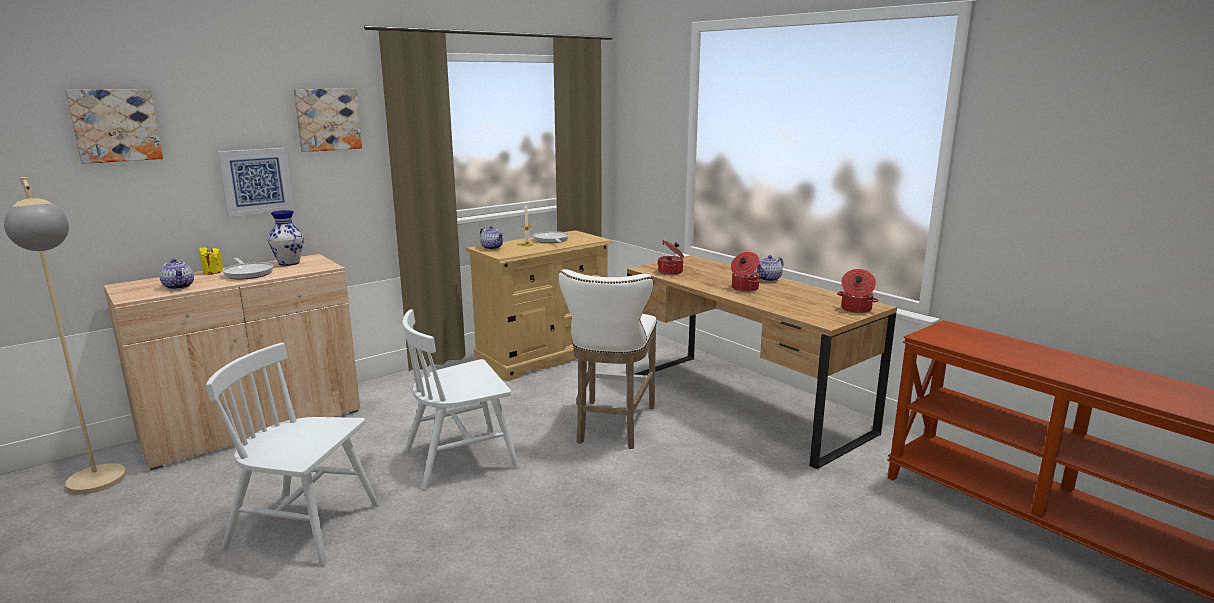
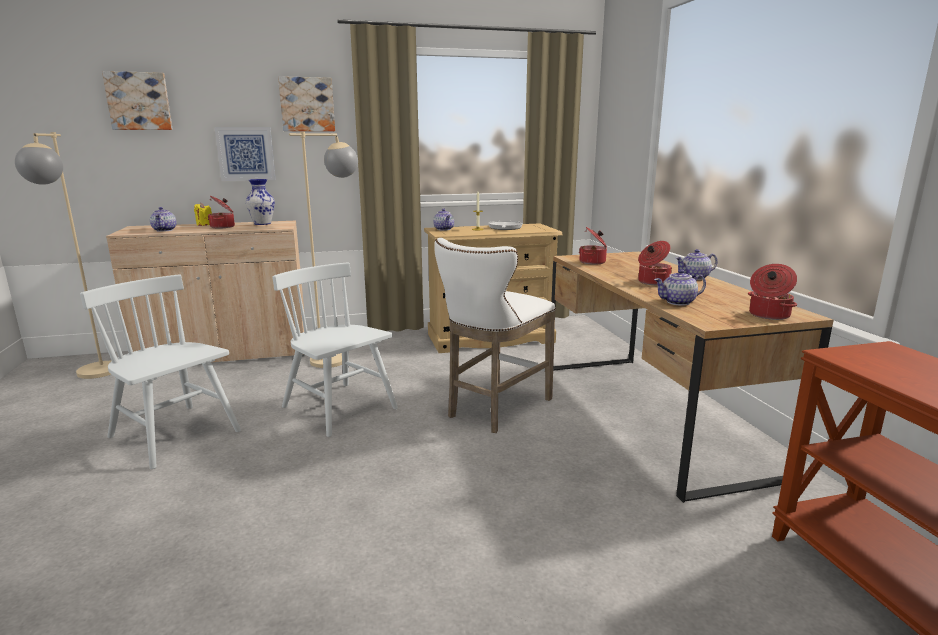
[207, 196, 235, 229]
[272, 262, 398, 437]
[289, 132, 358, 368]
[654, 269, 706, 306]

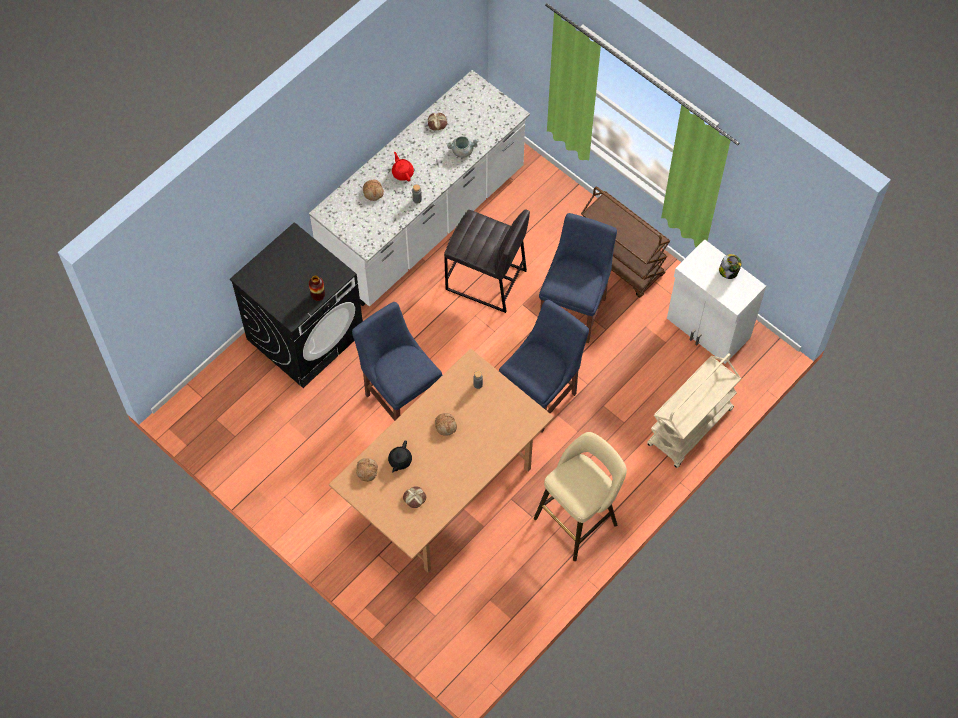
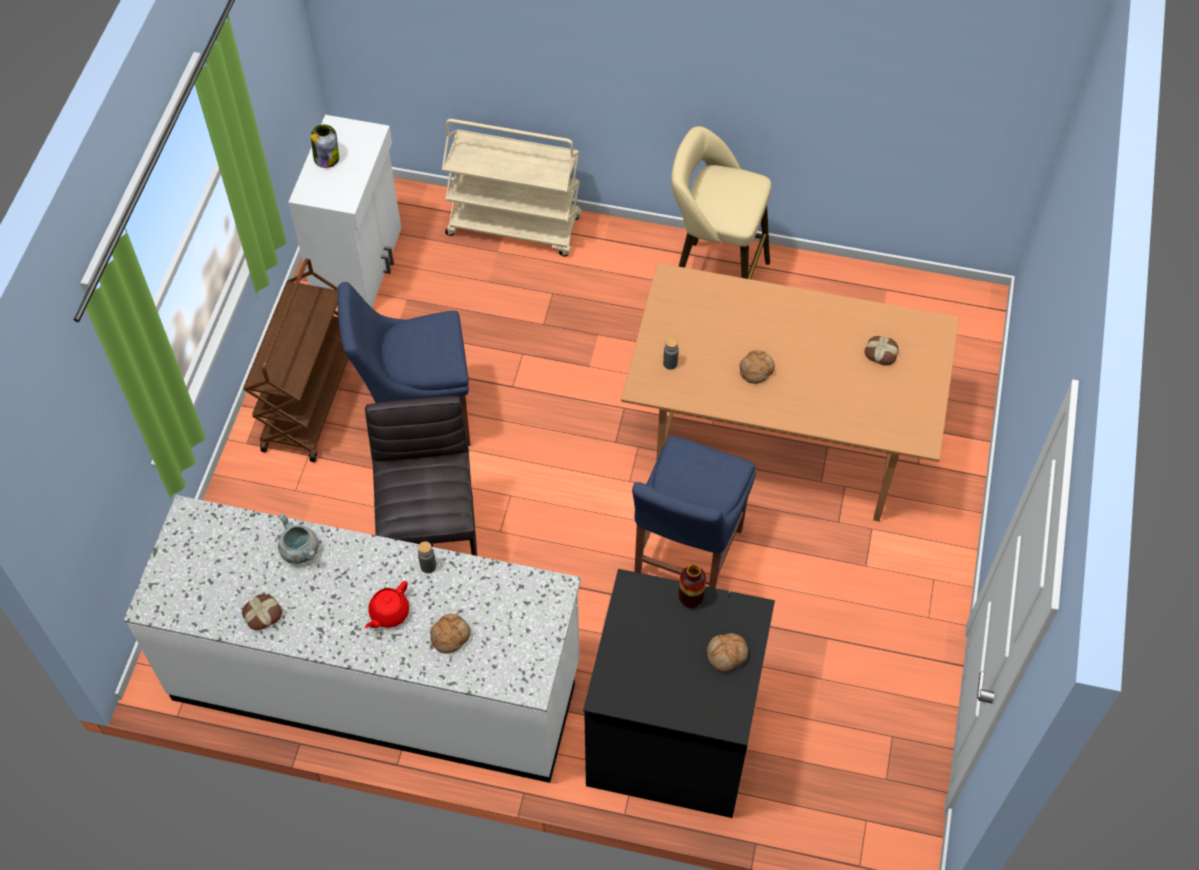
[499, 300, 589, 432] (first image)
[388, 440, 412, 472] (first image)
[707, 633, 748, 672]

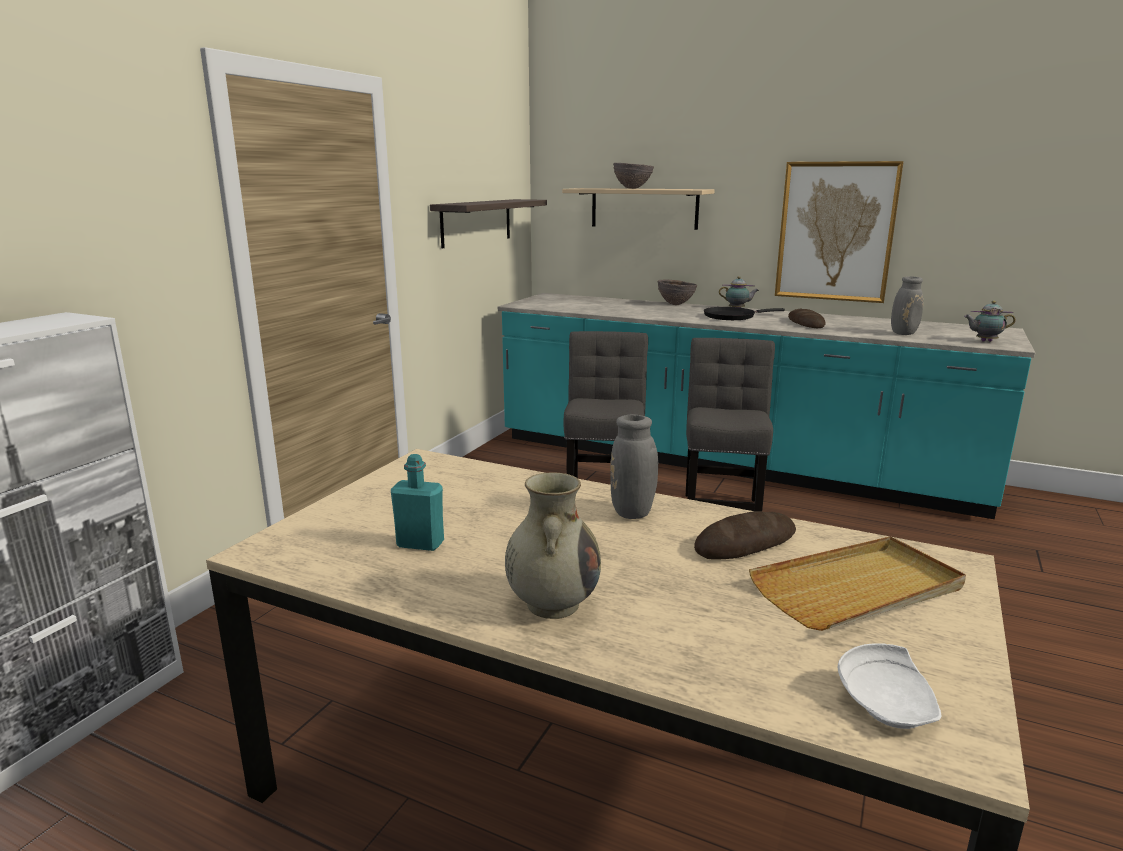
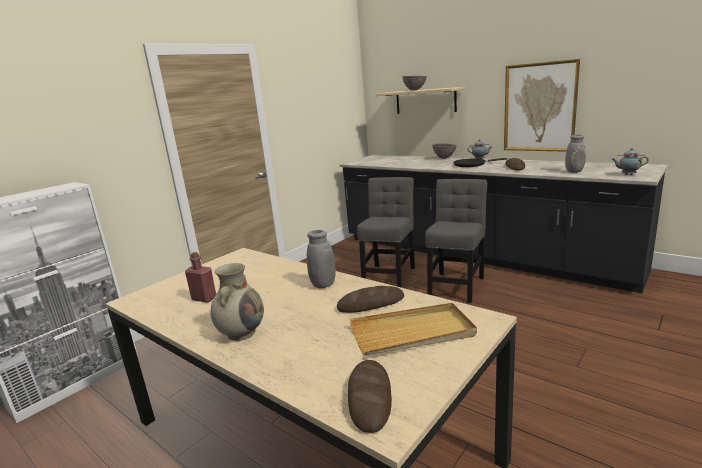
[430, 199, 547, 249] (first image)
[340, 155, 667, 293]
[185, 252, 216, 303]
[348, 360, 392, 433]

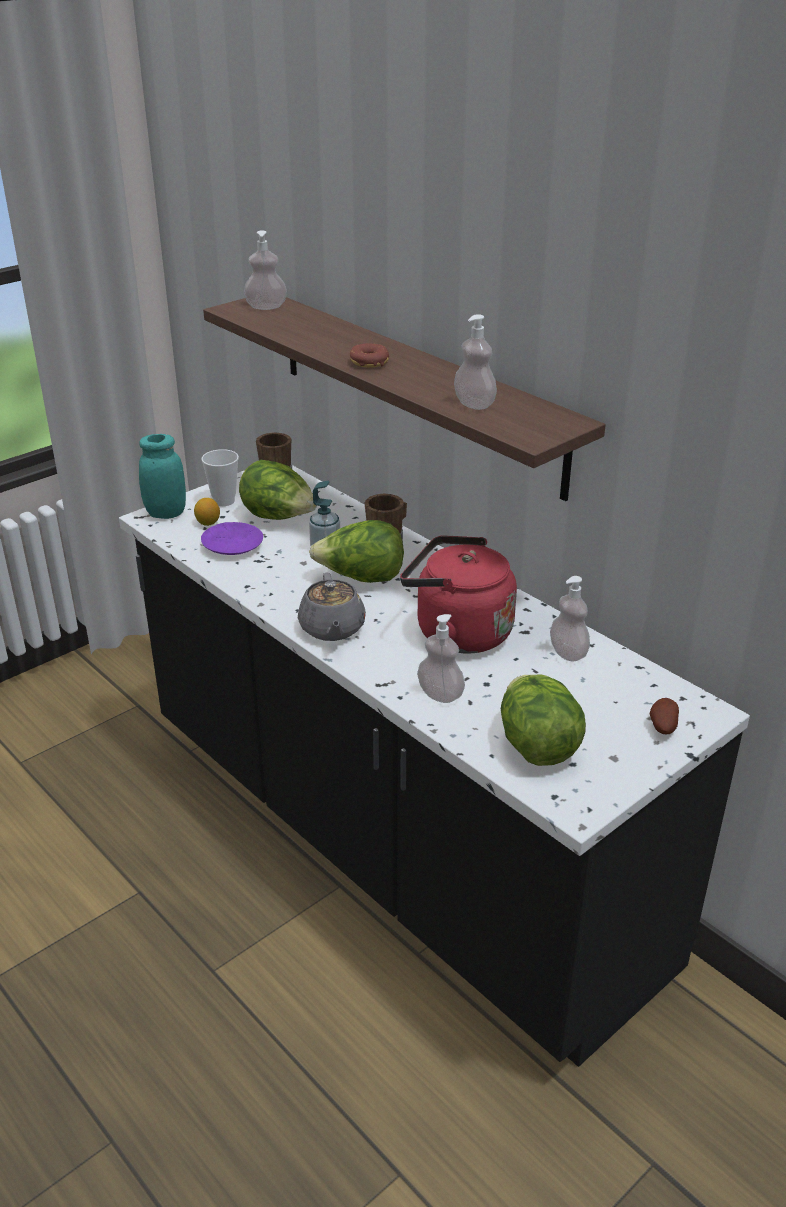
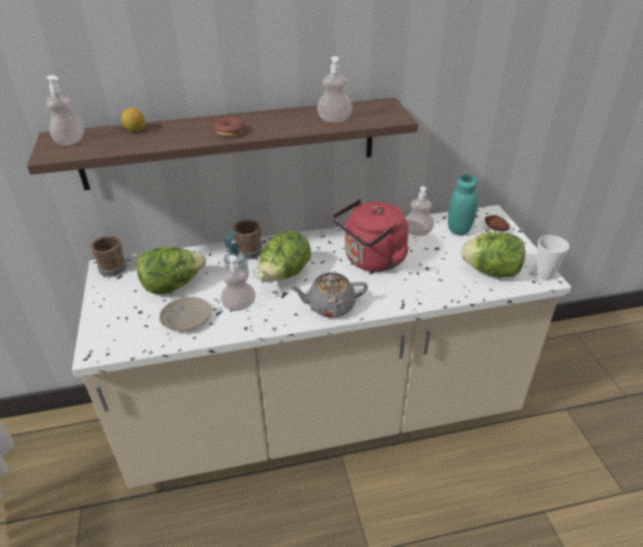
[448, 174, 478, 236]
[535, 235, 569, 280]
[72, 205, 571, 488]
[122, 108, 145, 132]
[159, 297, 211, 331]
[290, 273, 368, 317]
[221, 255, 256, 311]

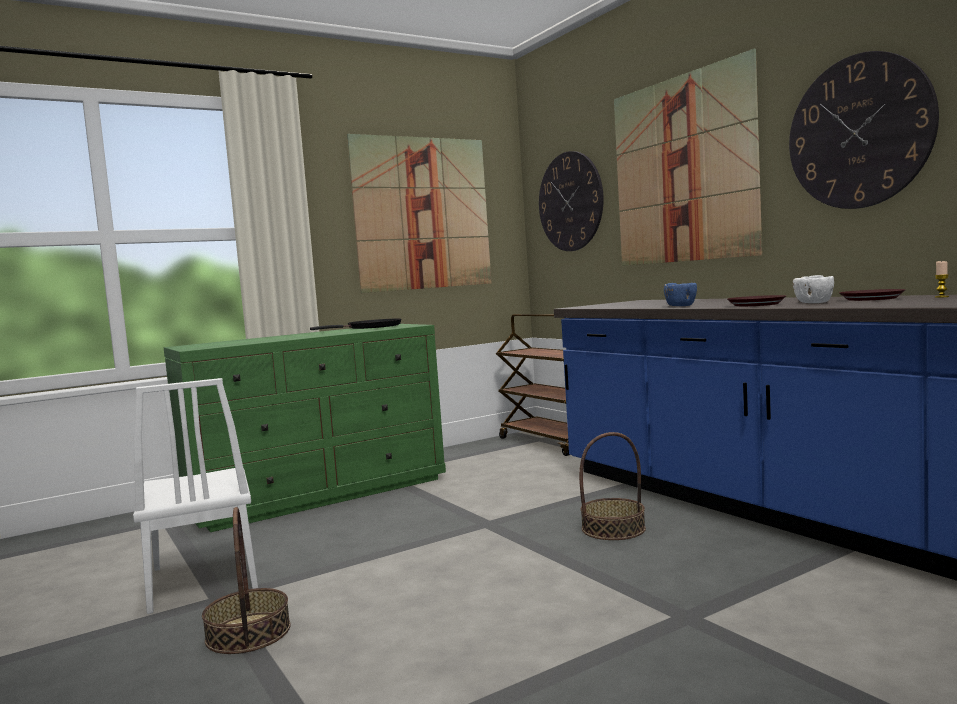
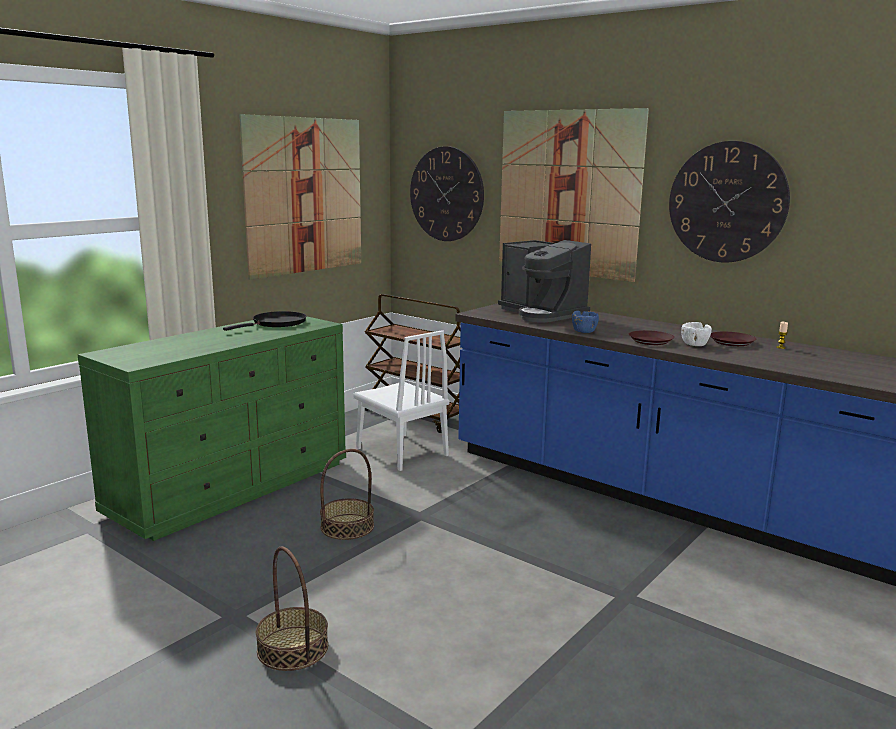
[353, 330, 449, 471]
[320, 449, 374, 540]
[498, 240, 591, 322]

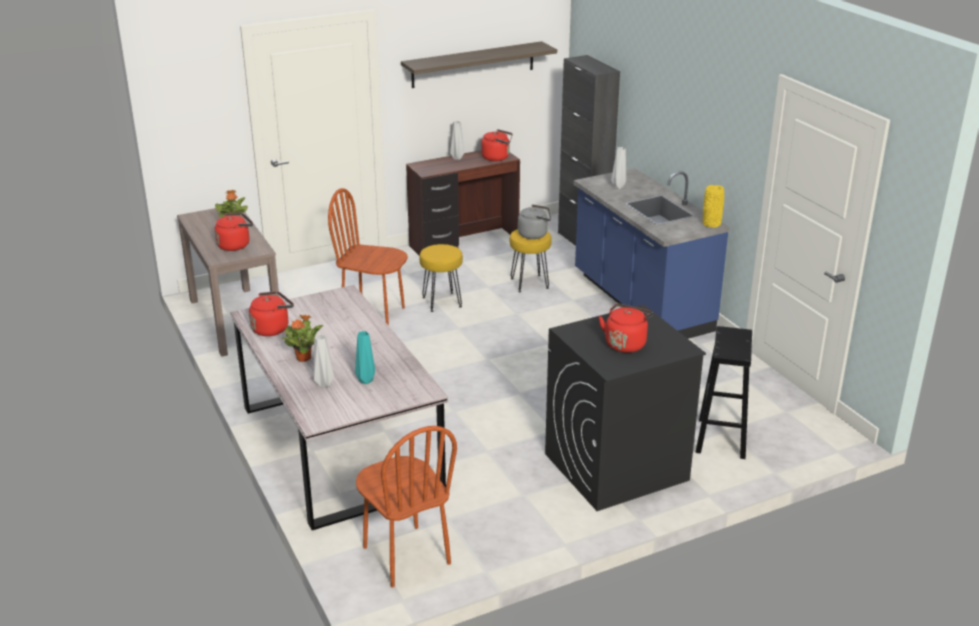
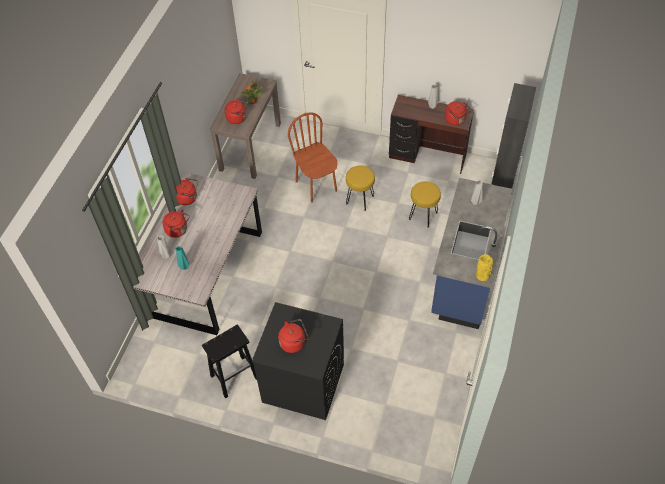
[401, 41, 557, 88] (first image)
[518, 204, 551, 239] (first image)
[163, 210, 189, 238]
[202, 325, 257, 399]
[356, 426, 457, 588] (first image)

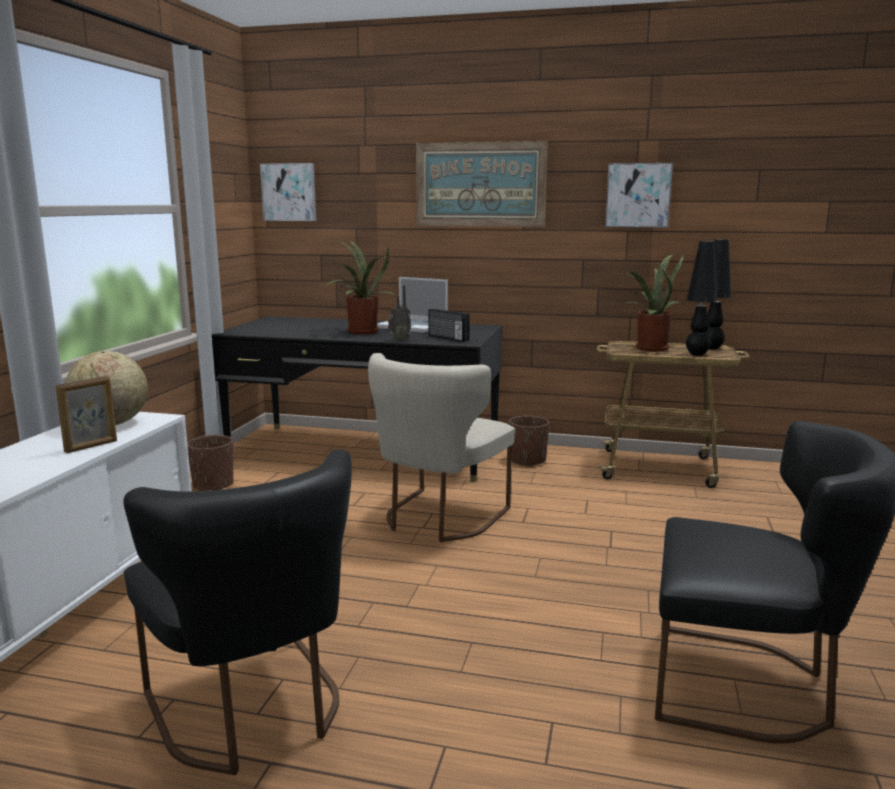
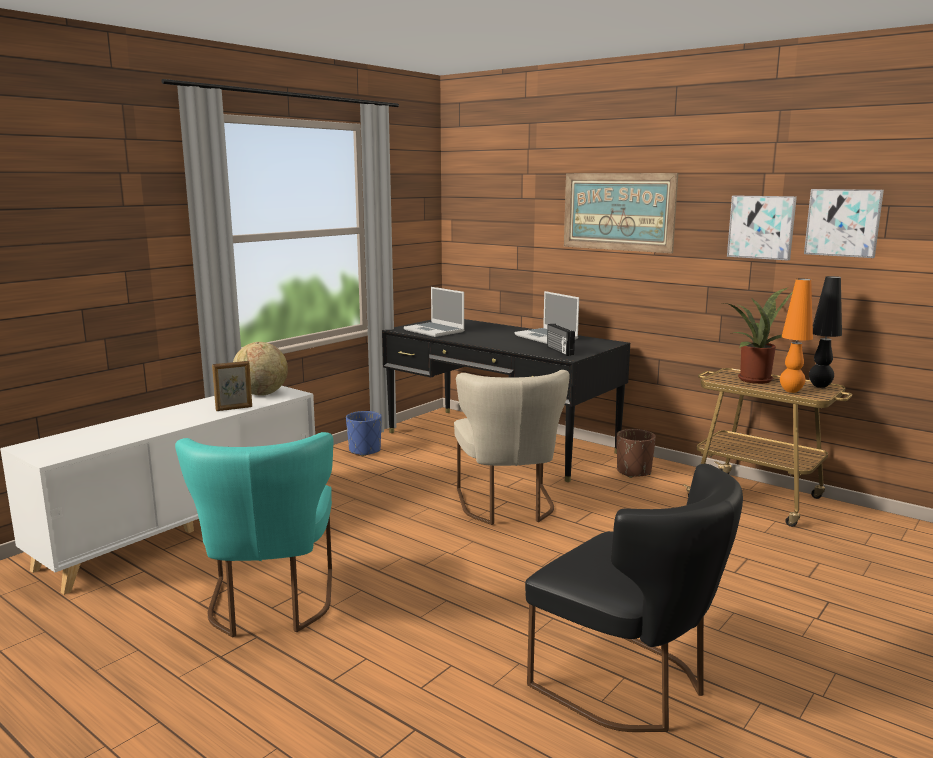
[804, 189, 884, 258]
[323, 241, 396, 334] (first image)
[780, 278, 813, 393]
[388, 285, 411, 341] (first image)
[454, 370, 570, 525]
[346, 411, 382, 456]
[175, 432, 333, 638]
[404, 287, 465, 337]

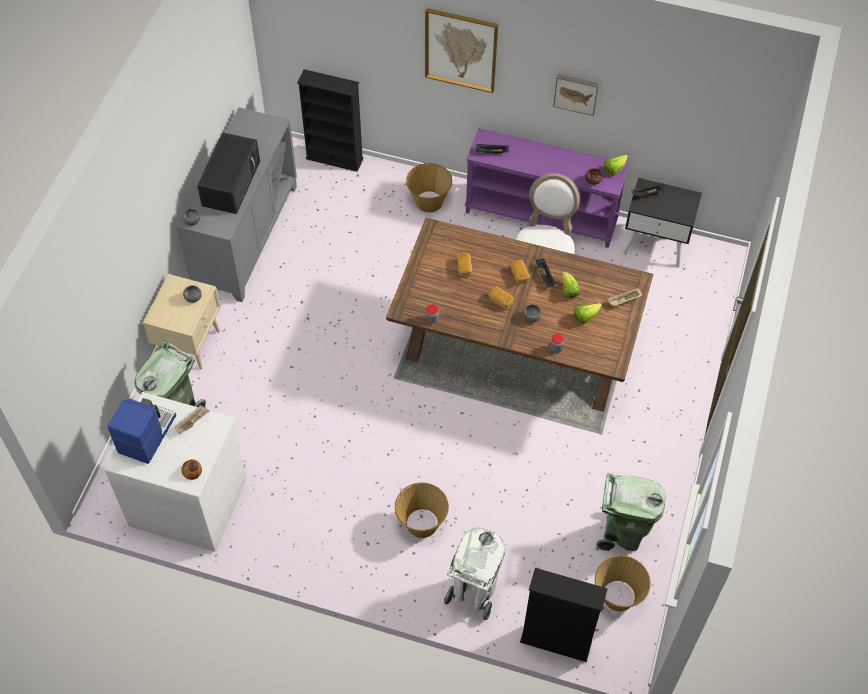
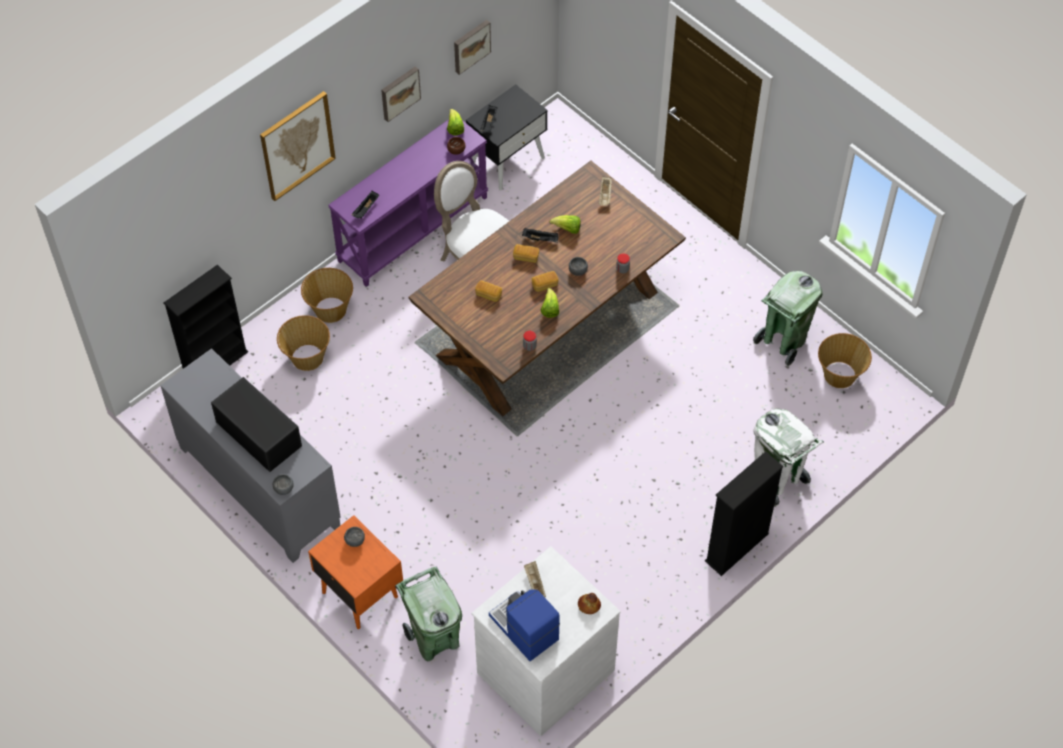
[308, 515, 403, 629]
[541, 288, 559, 318]
[277, 315, 330, 371]
[705, 451, 783, 576]
[454, 20, 491, 75]

